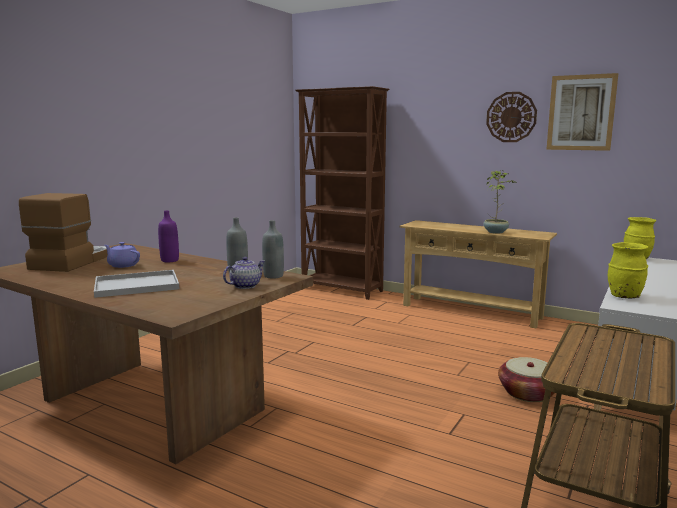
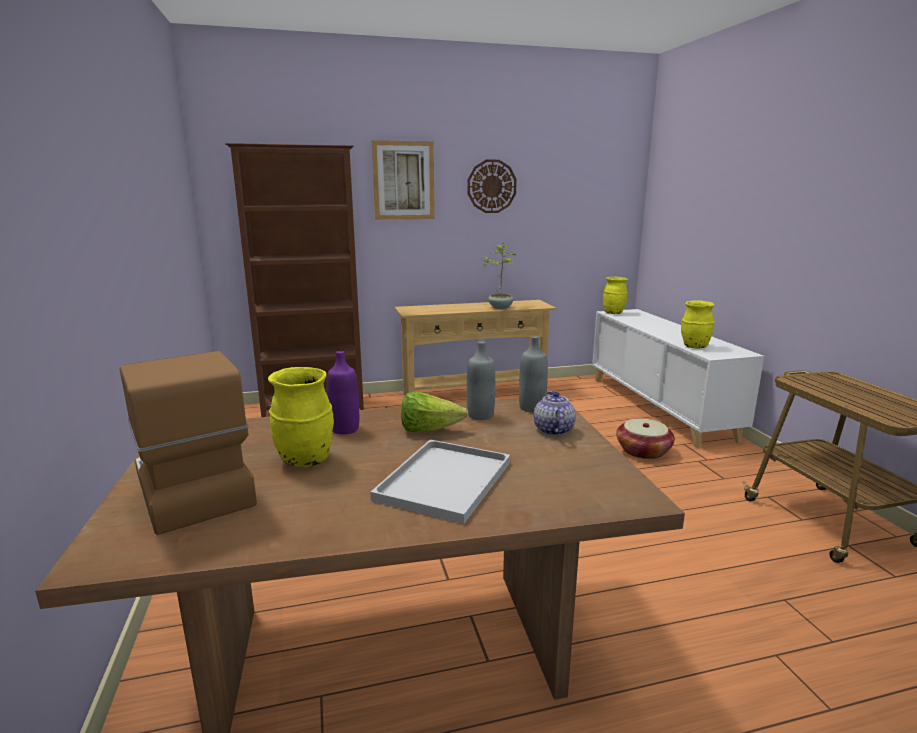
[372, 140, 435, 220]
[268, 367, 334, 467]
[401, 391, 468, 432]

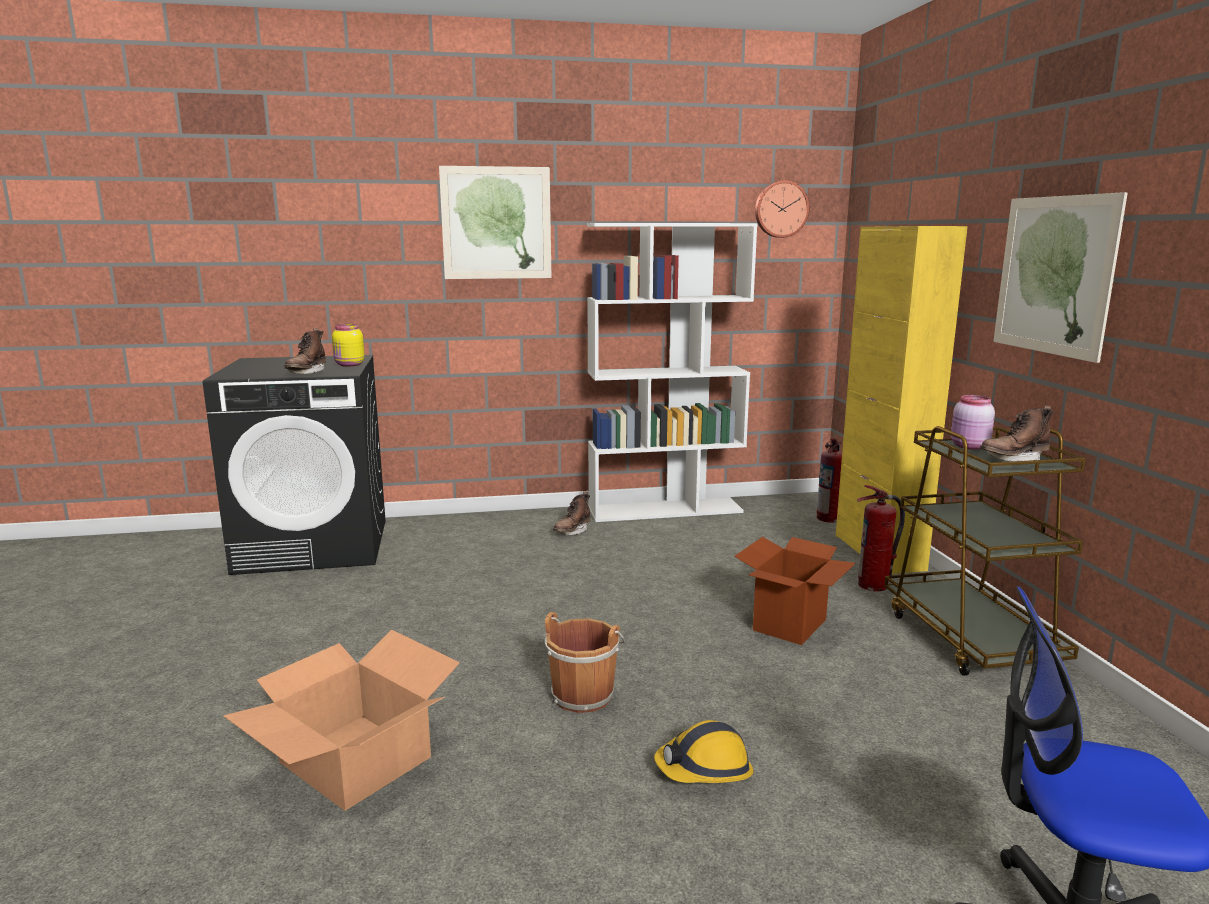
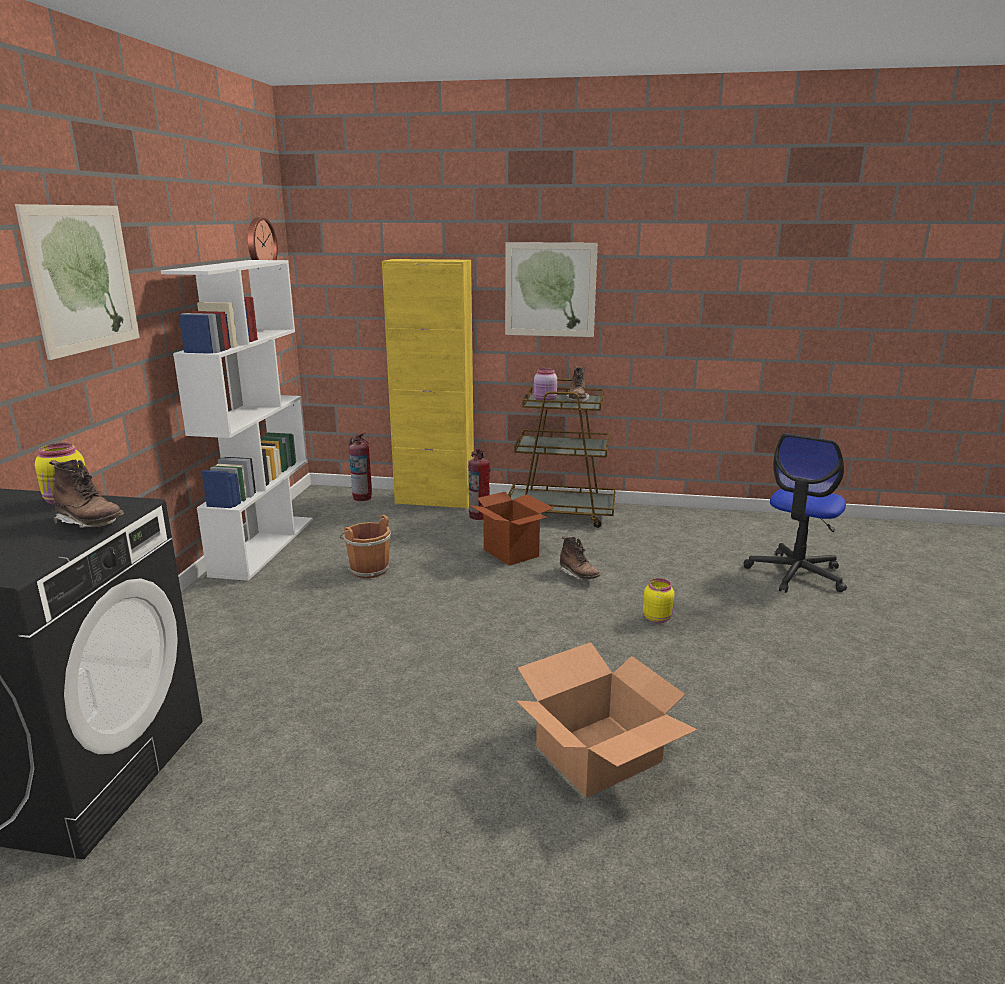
[559, 536, 601, 580]
[340, 515, 391, 578]
[643, 578, 674, 623]

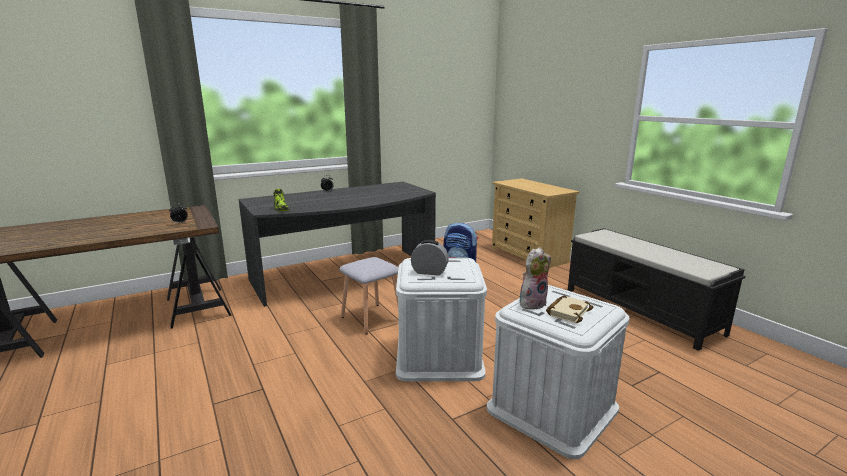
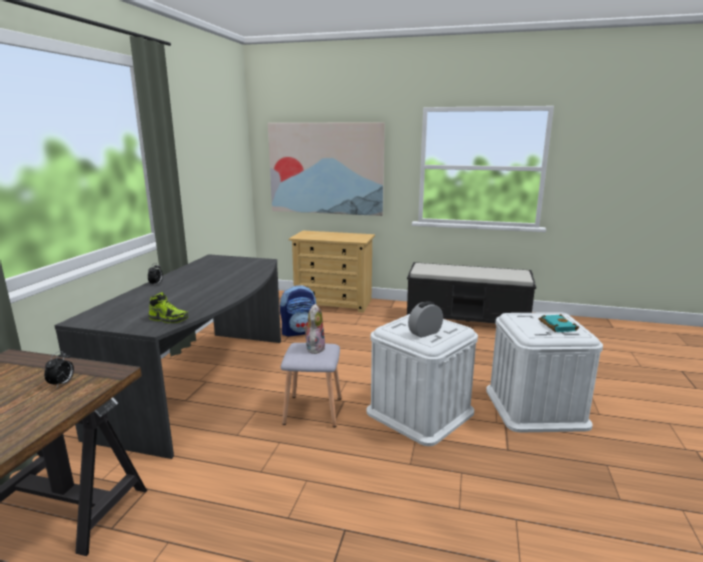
[304, 304, 325, 354]
[539, 314, 579, 332]
[268, 122, 385, 216]

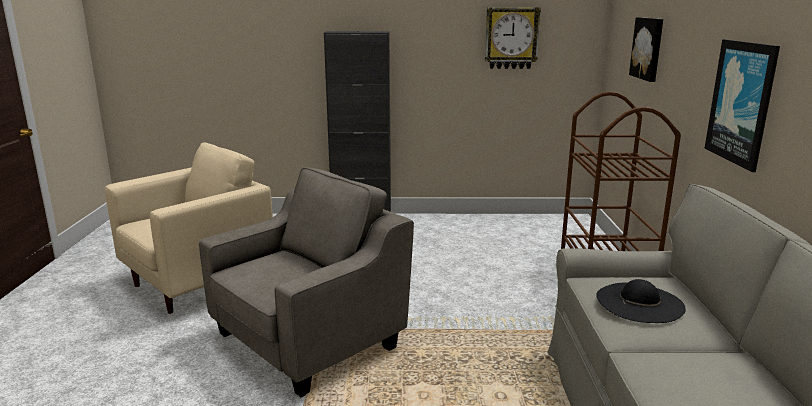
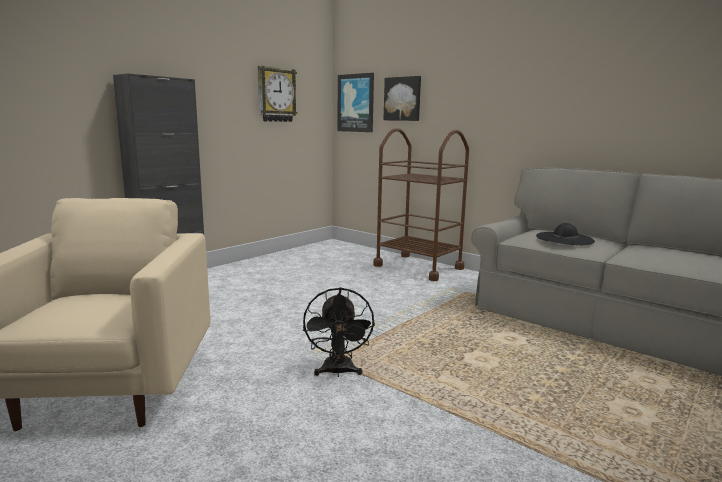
[337, 73, 374, 132]
[303, 287, 375, 377]

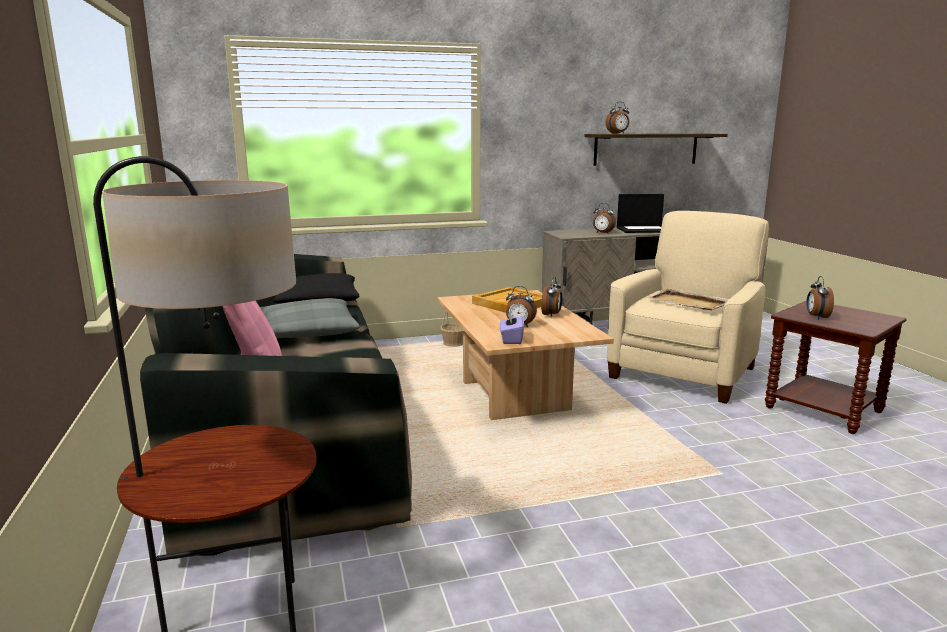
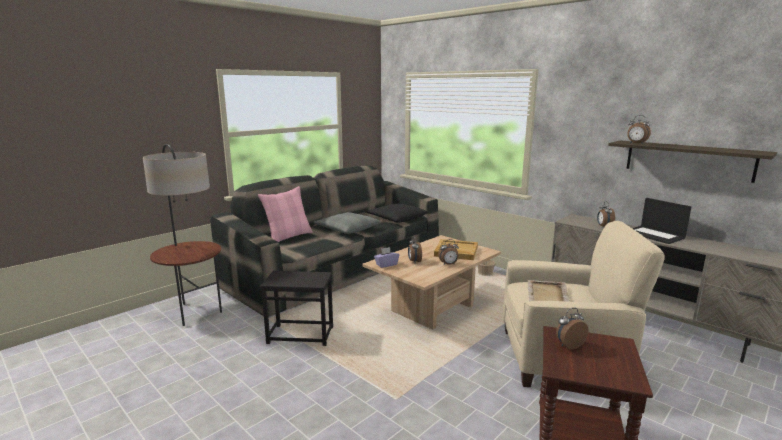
[260, 271, 333, 346]

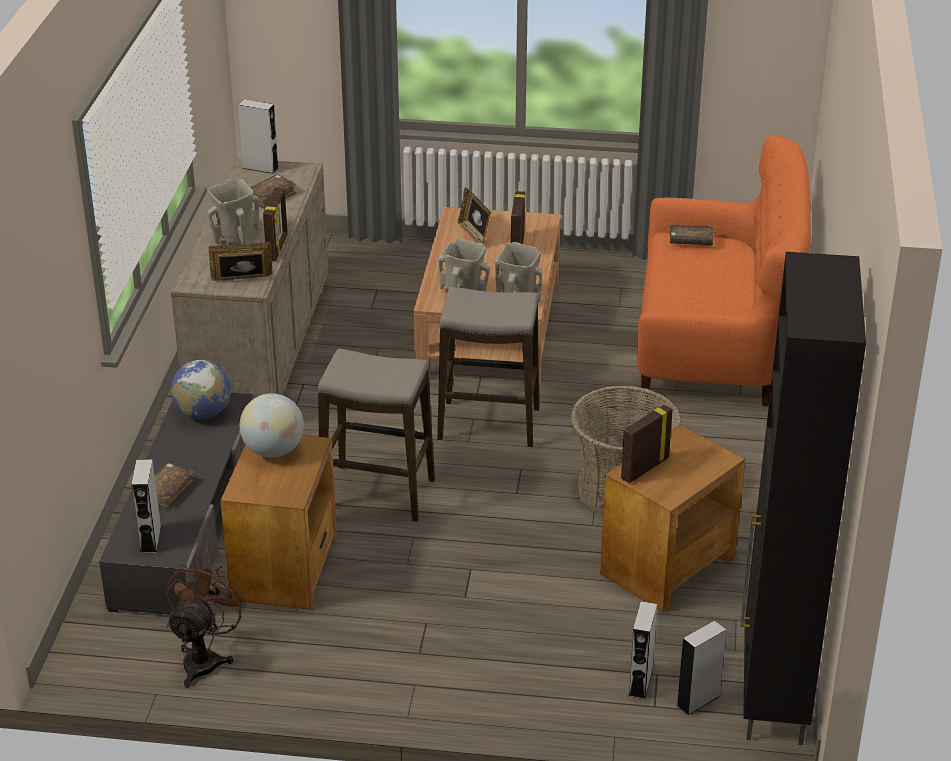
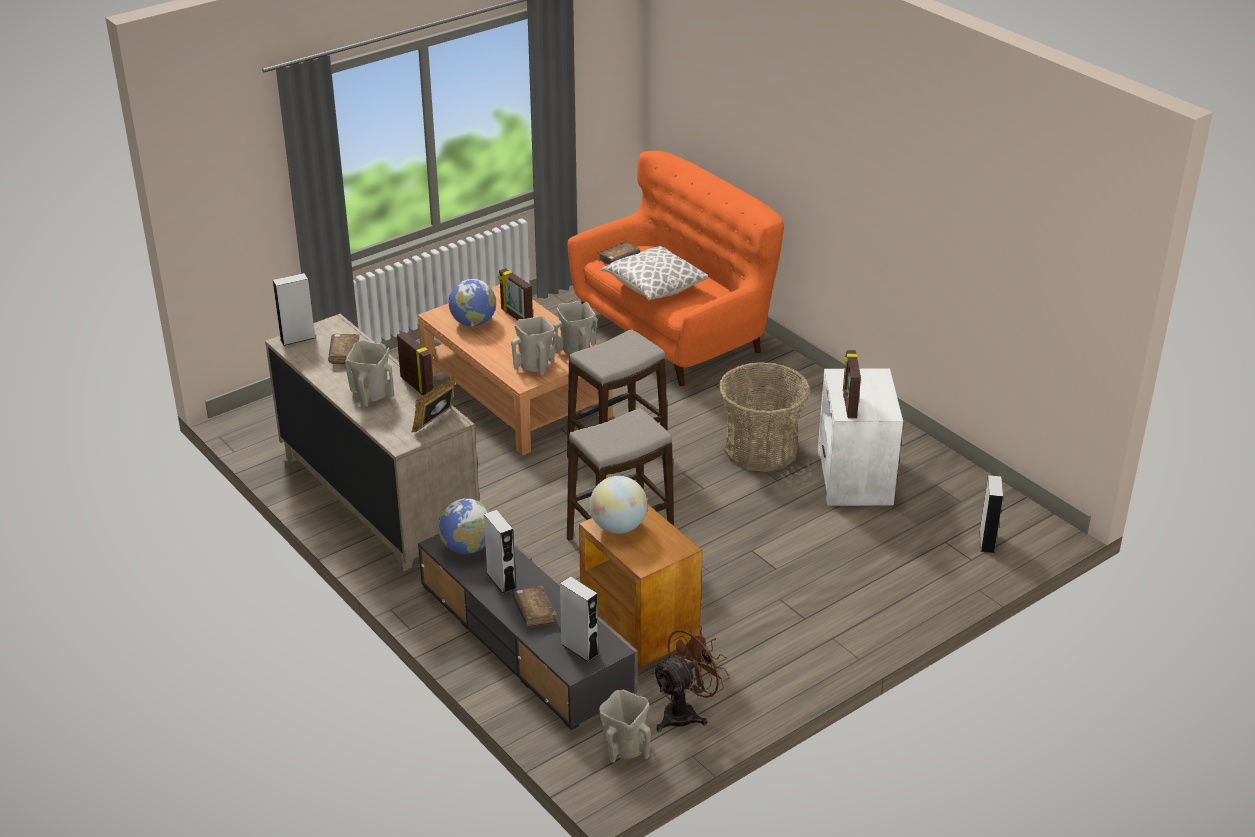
[449, 279, 496, 327]
[740, 252, 866, 745] (first image)
[818, 368, 903, 506]
[652, 625, 730, 732]
[484, 510, 516, 594]
[601, 246, 708, 301]
[599, 690, 651, 763]

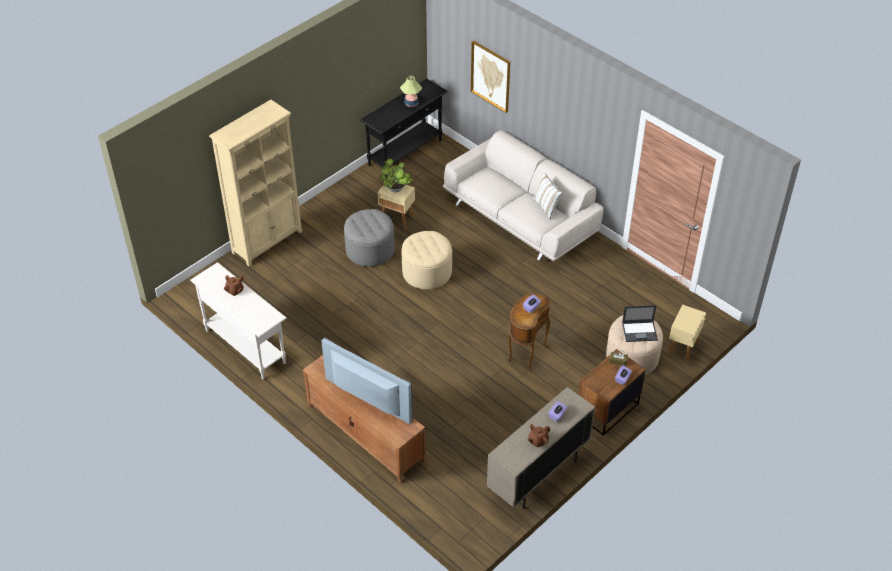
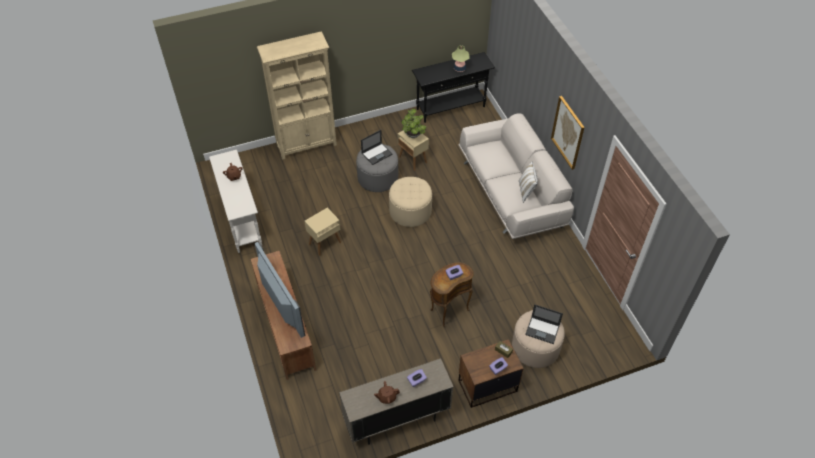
[551, 96, 585, 170]
[305, 208, 341, 256]
[361, 130, 392, 165]

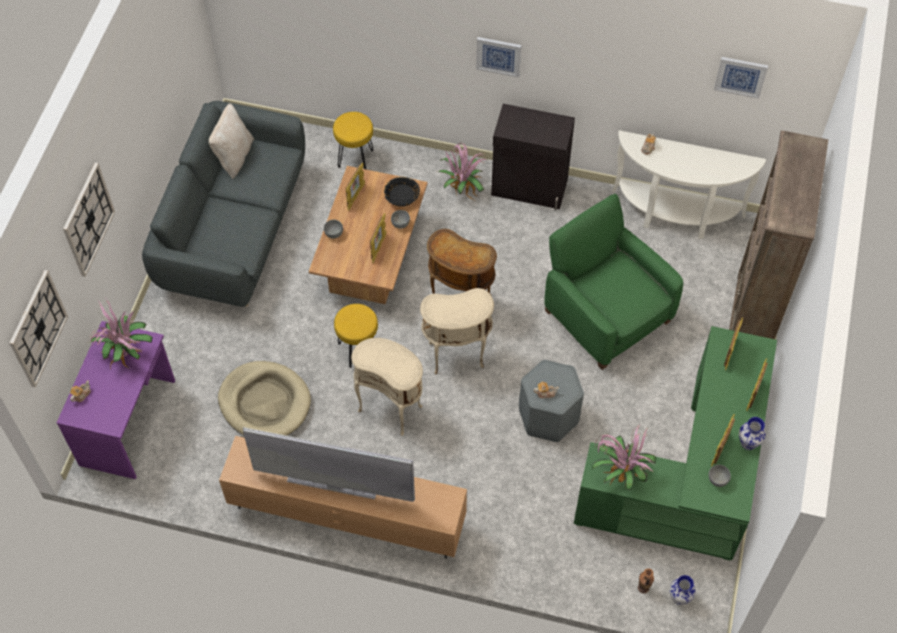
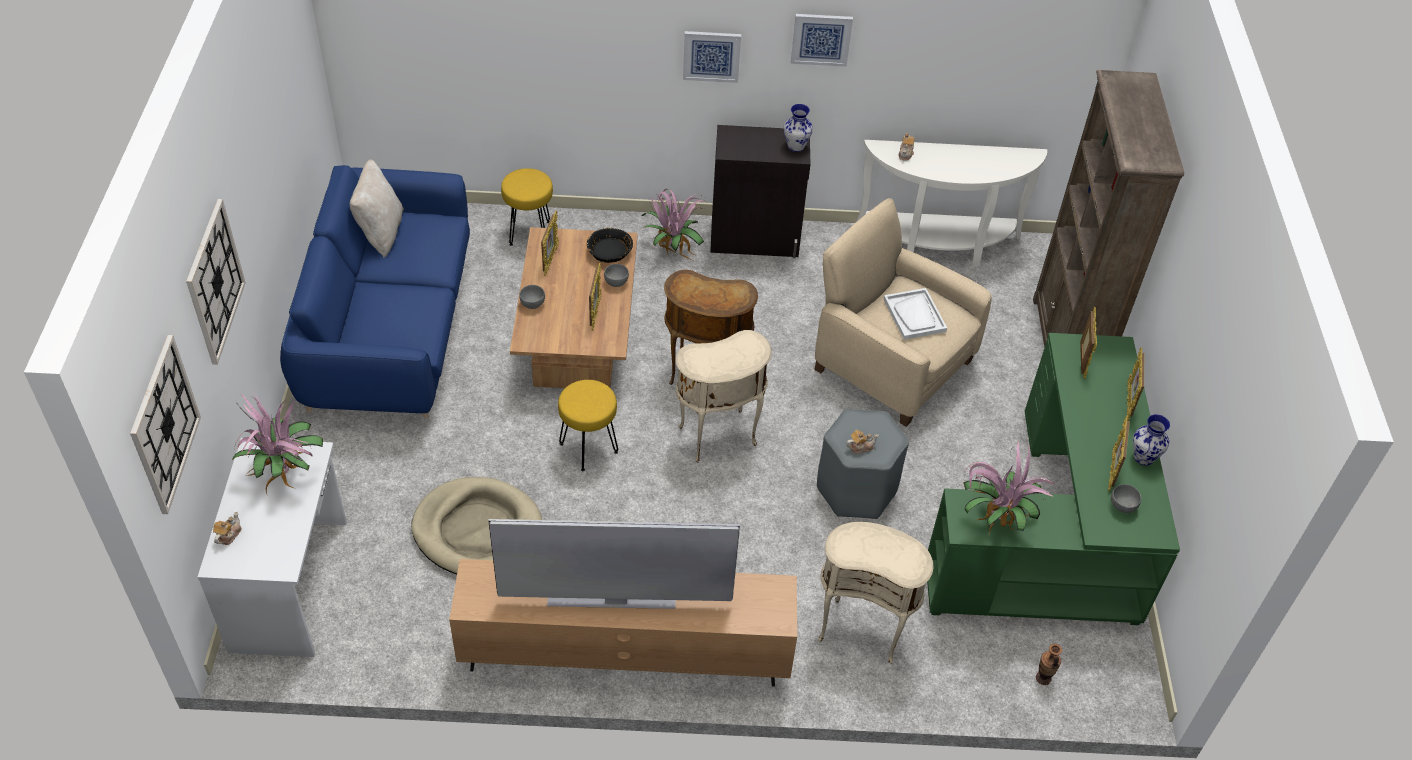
[791, 14, 853, 67]
[280, 165, 470, 418]
[815, 198, 992, 427]
[198, 438, 347, 657]
[818, 522, 933, 664]
[784, 104, 813, 152]
[883, 288, 947, 340]

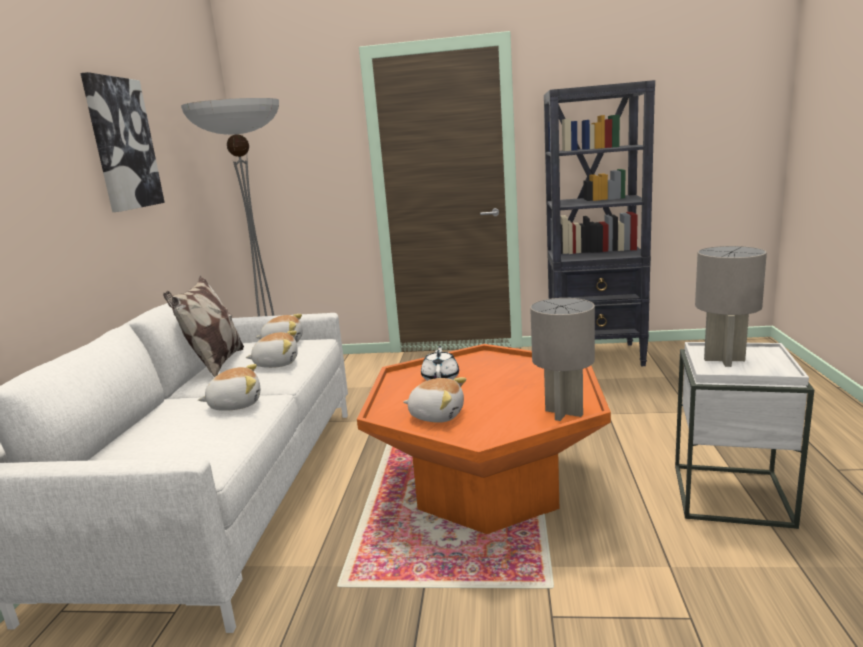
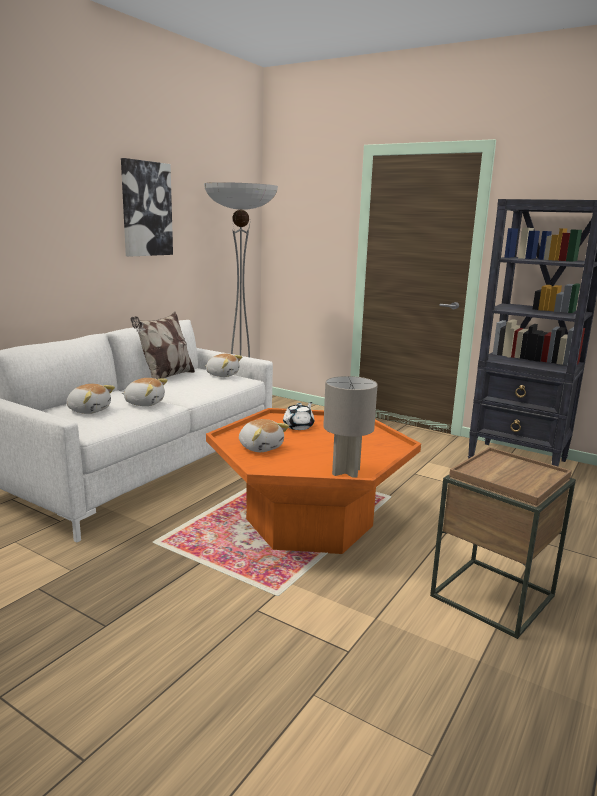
[695, 246, 767, 367] (first image)
[67, 384, 115, 414]
[430, 447, 576, 639]

